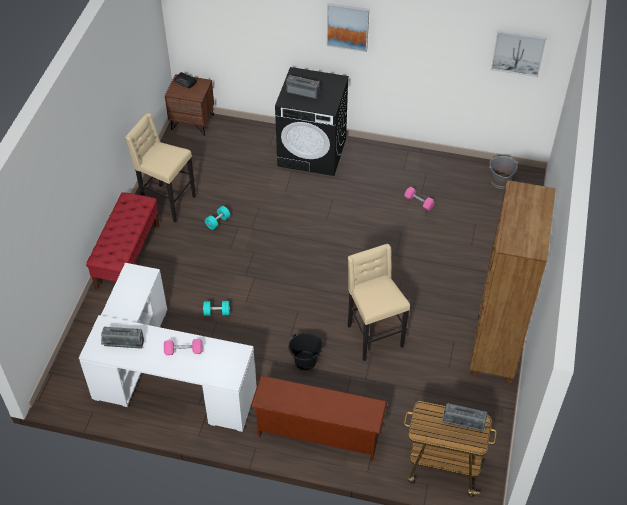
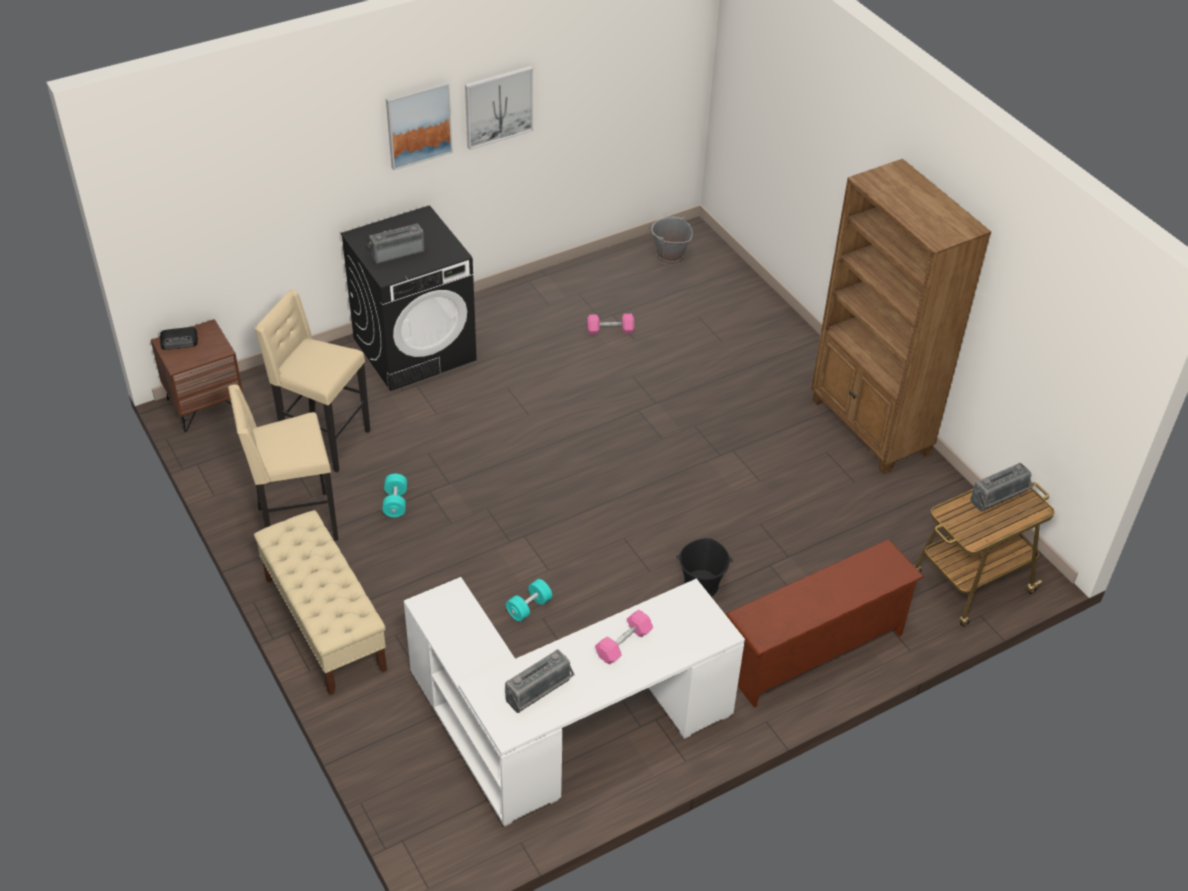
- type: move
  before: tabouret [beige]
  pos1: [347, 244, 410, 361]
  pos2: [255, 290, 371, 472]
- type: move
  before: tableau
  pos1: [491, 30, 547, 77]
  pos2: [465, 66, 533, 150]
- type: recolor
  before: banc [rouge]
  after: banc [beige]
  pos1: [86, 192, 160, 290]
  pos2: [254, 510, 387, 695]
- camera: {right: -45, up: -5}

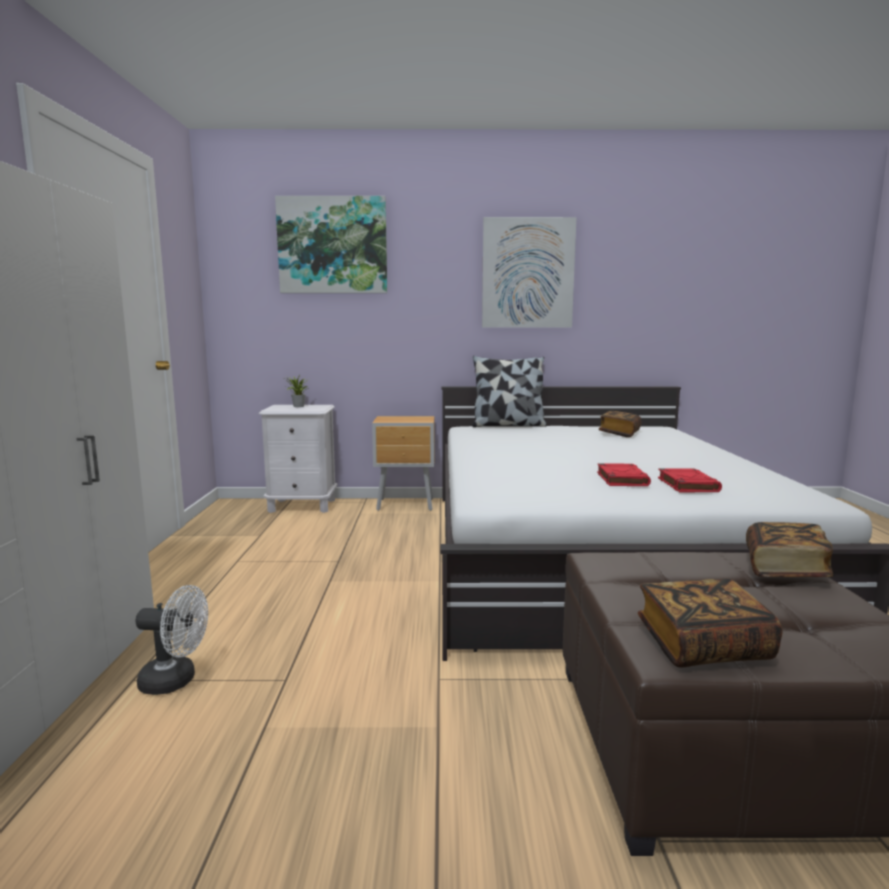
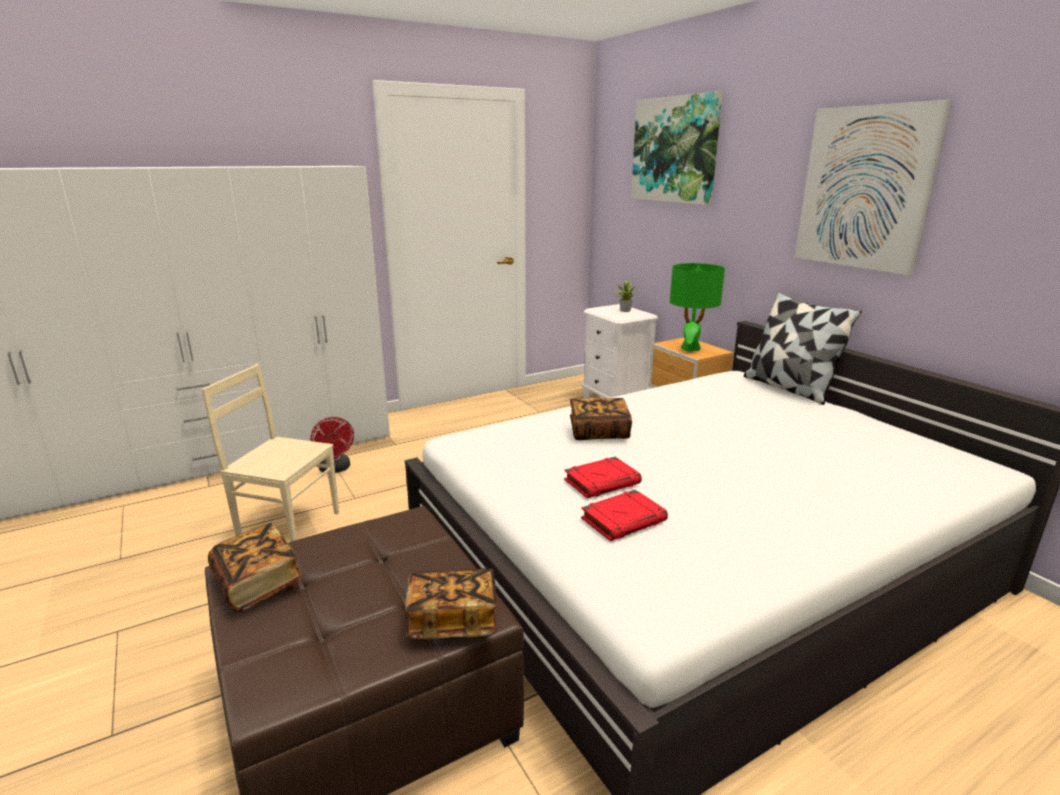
- type: insert
  after: chaise [beige]
  pos2: [202, 364, 339, 541]
- type: insert
  after: lampe de table [vert]
  pos2: [670, 263, 725, 352]
- type: move
  before: livre
  pos1: [599, 411, 641, 437]
  pos2: [570, 398, 632, 440]
- type: recolor
  before: ventilateur [blanc]
  after: ventilateur [rouge]
  pos1: [135, 585, 208, 695]
  pos2: [311, 417, 354, 473]
- camera: {right: 60, up: 10}

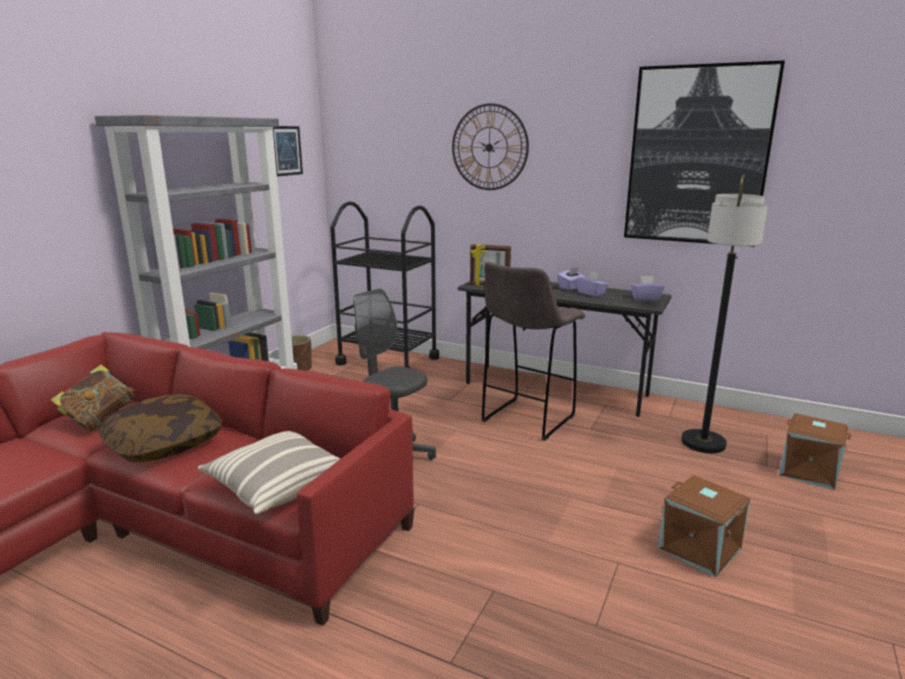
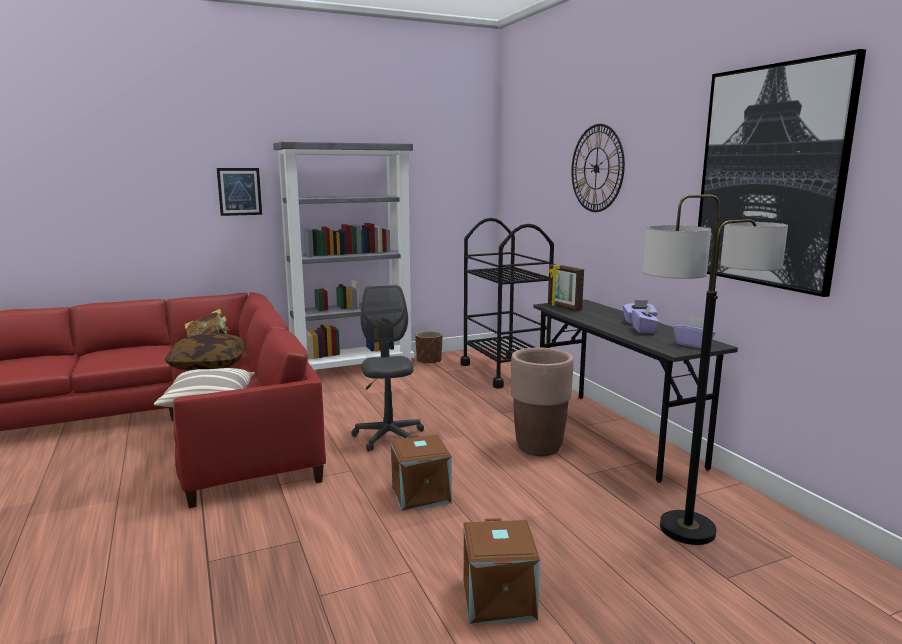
- type: move
  before: tableau
  pos1: [273, 126, 303, 176]
  pos2: [217, 168, 262, 216]
- type: move
  before: boîte de rangement [marron]
  pos1: [779, 413, 851, 490]
  pos2: [391, 435, 452, 511]
- type: replace
  before: tabouret [gris]
  after: cache-pot [marron]
  pos1: [481, 262, 585, 441]
  pos2: [511, 348, 574, 456]
- camera: {right: 40, up: -5}

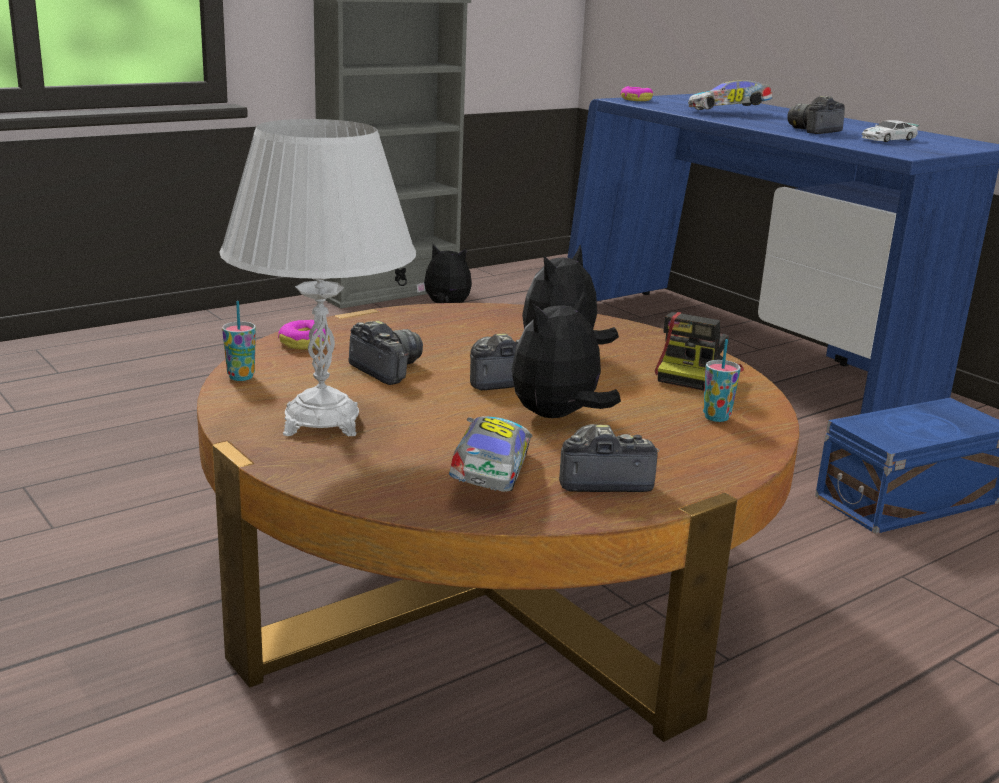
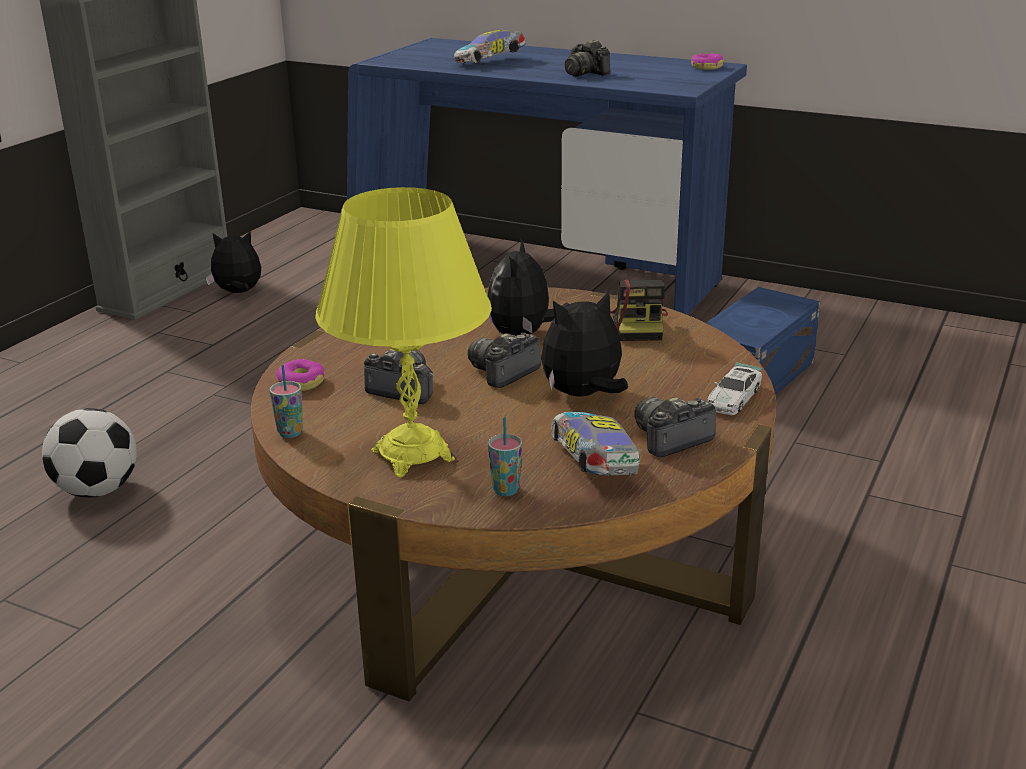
- type: insert
  after: ballon de foot
  pos2: [42, 408, 137, 497]
- type: move
  before: beignet
  pos1: [621, 86, 653, 101]
  pos2: [691, 53, 724, 70]
- type: move
  before: tasse
  pos1: [703, 339, 741, 422]
  pos2: [488, 417, 522, 496]
- type: move
  before: petite voiture
  pos1: [862, 120, 919, 142]
  pos2: [708, 362, 762, 415]
- type: recolor
  before: lampe de table [blanc]
  after: lampe de table [jaune]
  pos1: [220, 119, 416, 437]
  pos2: [315, 187, 492, 477]
- type: rotate
  before: peluche
  pos1: [512, 292, 621, 418]
  pos2: [541, 291, 628, 396]
  turn: 45
- type: rotate
  before: appareil photo
  pos1: [787, 96, 845, 134]
  pos2: [565, 40, 610, 77]
  turn: -60
- camera: {right: -25, up: 5}

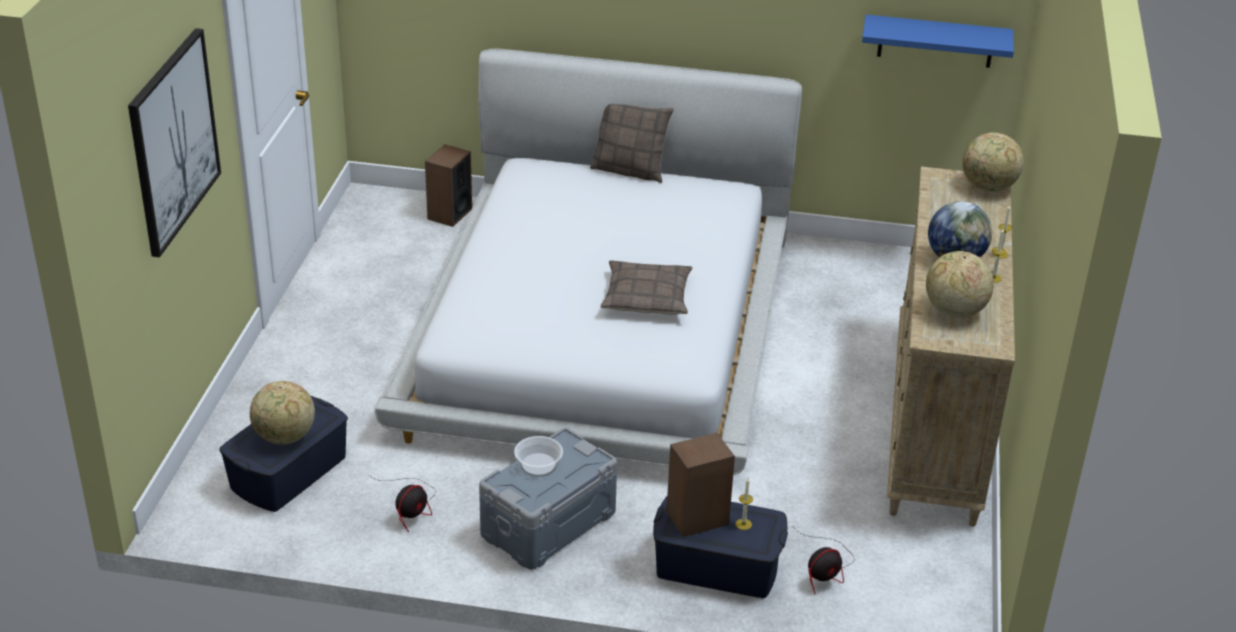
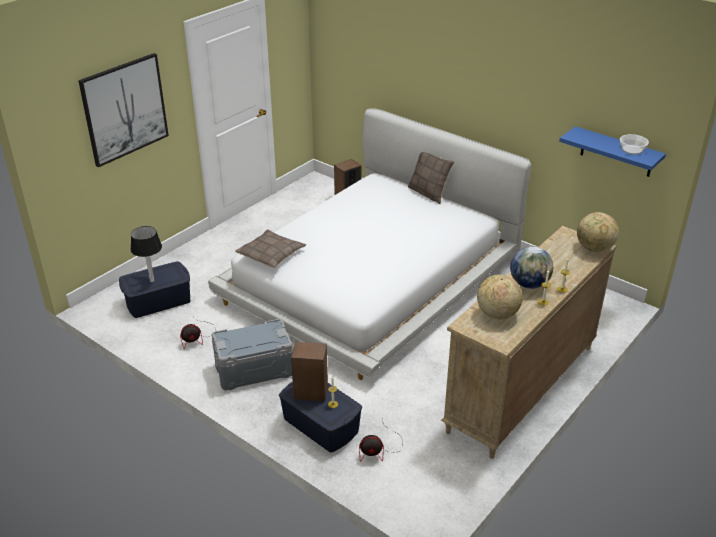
- type: move
  before: bol
  pos1: [514, 436, 563, 477]
  pos2: [620, 134, 649, 155]
- type: move
  before: coussin
  pos1: [601, 260, 692, 315]
  pos2: [235, 229, 306, 268]
- type: replace
  before: globe
  after: lampe de table
  pos1: [250, 381, 315, 445]
  pos2: [131, 226, 162, 282]
- camera: {right: 30, up: 0}

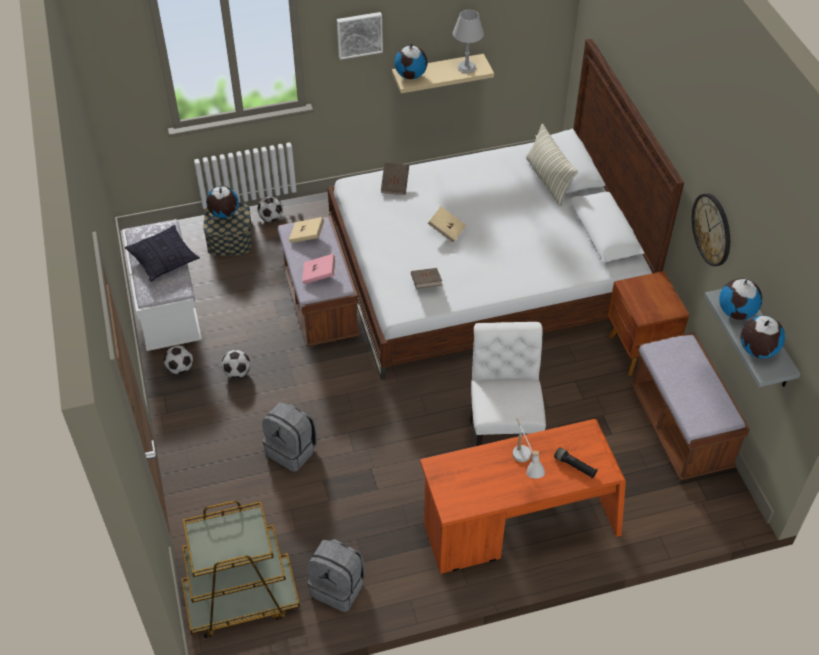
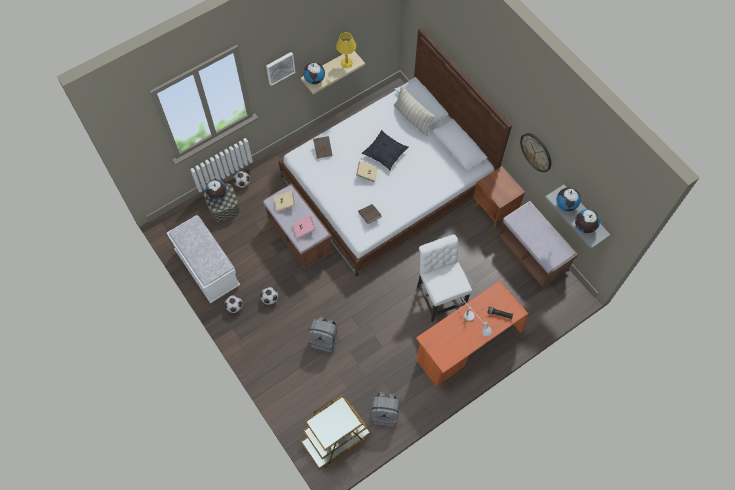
- type: move
  before: coussin
  pos1: [125, 225, 200, 282]
  pos2: [362, 130, 409, 170]
- type: recolor
  before: lampe de table [gris]
  after: lampe de table [jaune]
  pos1: [453, 10, 484, 73]
  pos2: [336, 32, 356, 68]
- camera: {right: -20, up: 15}

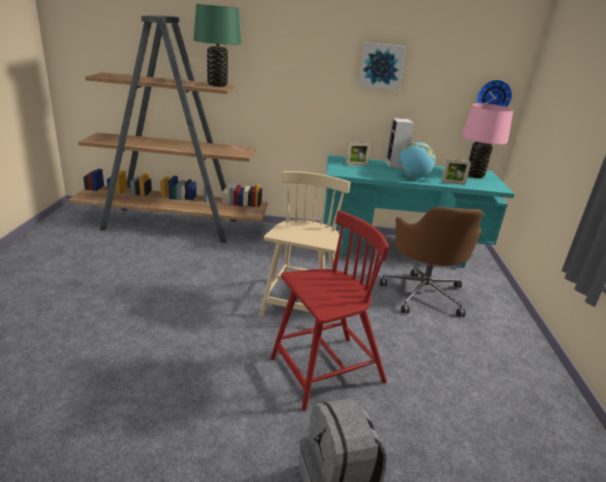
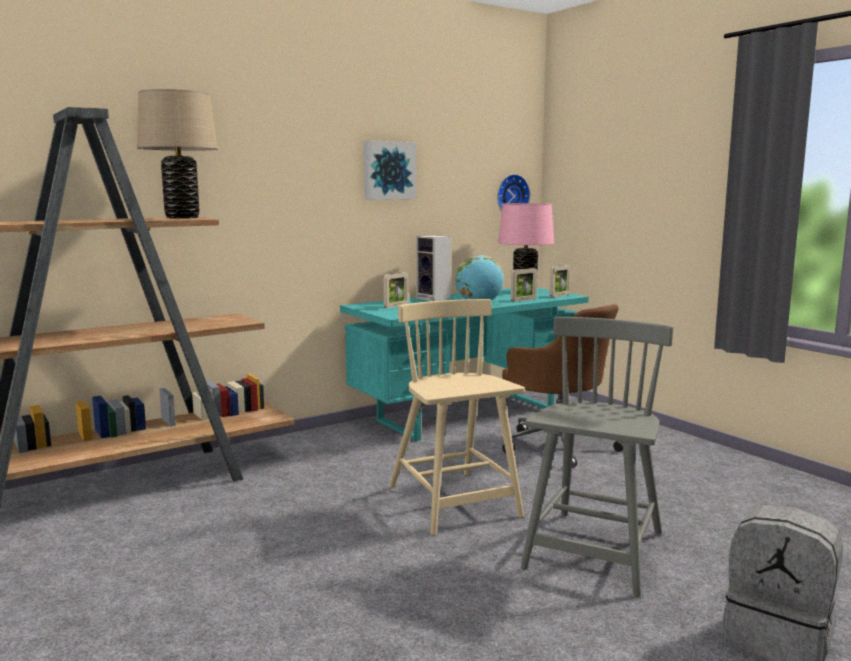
- type: insert
  after: cadre photo
  pos2: [550, 265, 571, 298]
- type: recolor
  before: lampe de table [vert]
  after: lampe de table [beige]
  pos1: [194, 4, 241, 87]
  pos2: [137, 89, 218, 218]
- type: recolor
  before: chaise [rouge]
  after: chaise [gris]
  pos1: [270, 210, 389, 411]
  pos2: [521, 317, 673, 597]
- camera: {right: -35, up: -15}

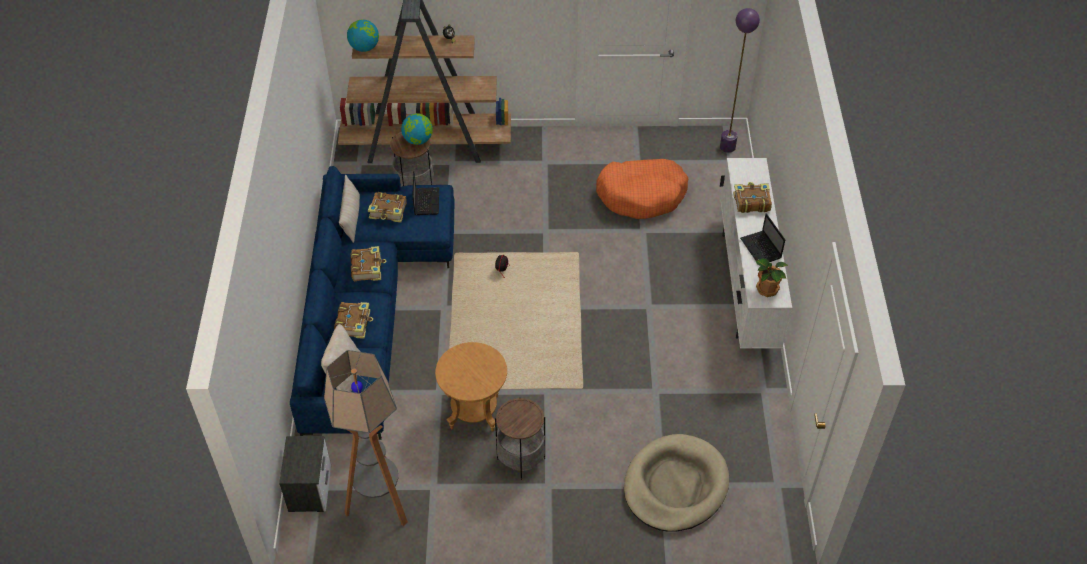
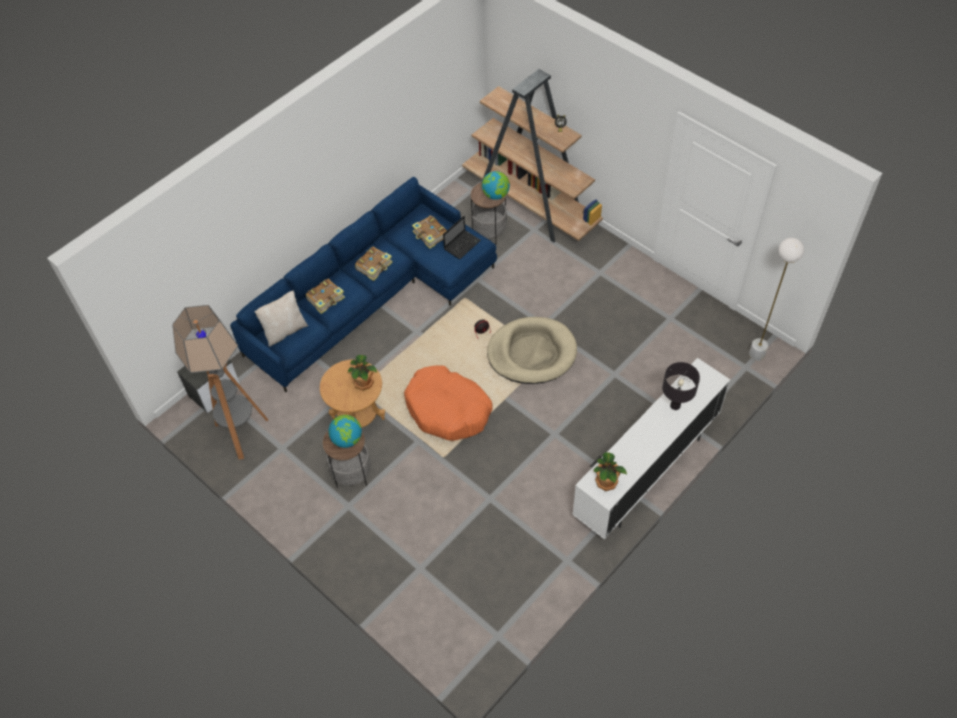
- type: delete
  before: coussin [beige]
  pos1: [339, 175, 360, 243]
- type: delete
  before: ordinateur portable
  pos1: [740, 213, 785, 262]
- type: insert
  after: plante en pot
  pos2: [348, 355, 377, 391]
- type: move
  before: globe
  pos1: [347, 19, 379, 52]
  pos2: [328, 415, 362, 448]
- type: move
  before: panier pour chien [orange]
  pos1: [596, 159, 688, 219]
  pos2: [404, 366, 492, 441]
- type: move
  before: panier pour chien [beige]
  pos1: [624, 434, 729, 532]
  pos2: [487, 317, 577, 384]
- type: replace
  before: livre
  after: lampe de table [noir]
  pos1: [733, 182, 772, 213]
  pos2: [662, 362, 700, 410]
- type: recolor
  before: lampadaire [violet]
  after: lampadaire [blanc]
  pos1: [720, 8, 760, 153]
  pos2: [749, 238, 804, 361]
- camera: {right: 45, up: 5}

